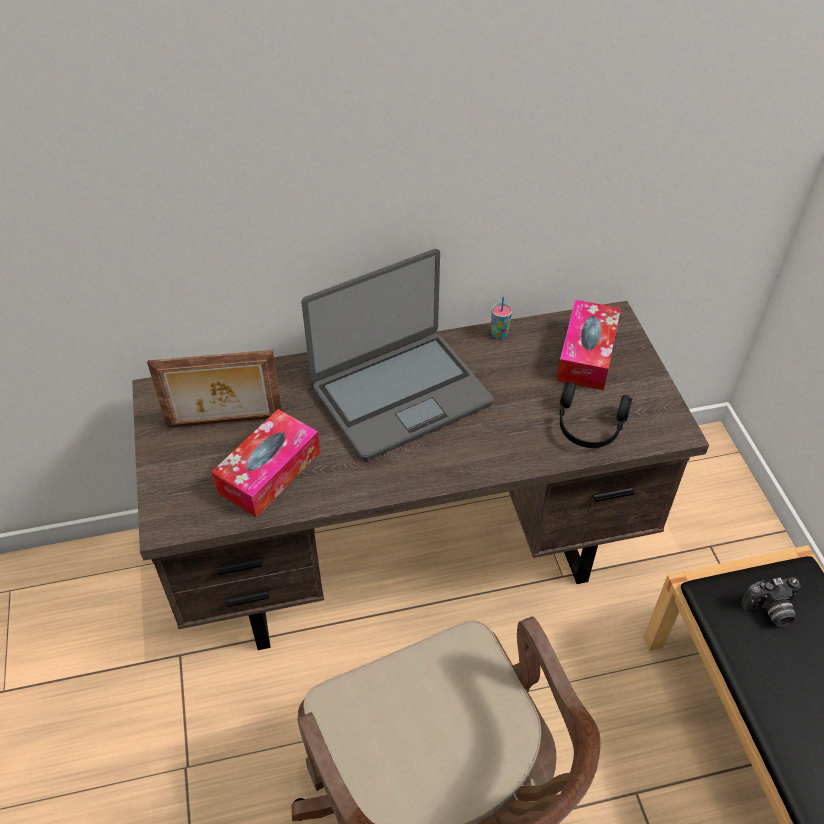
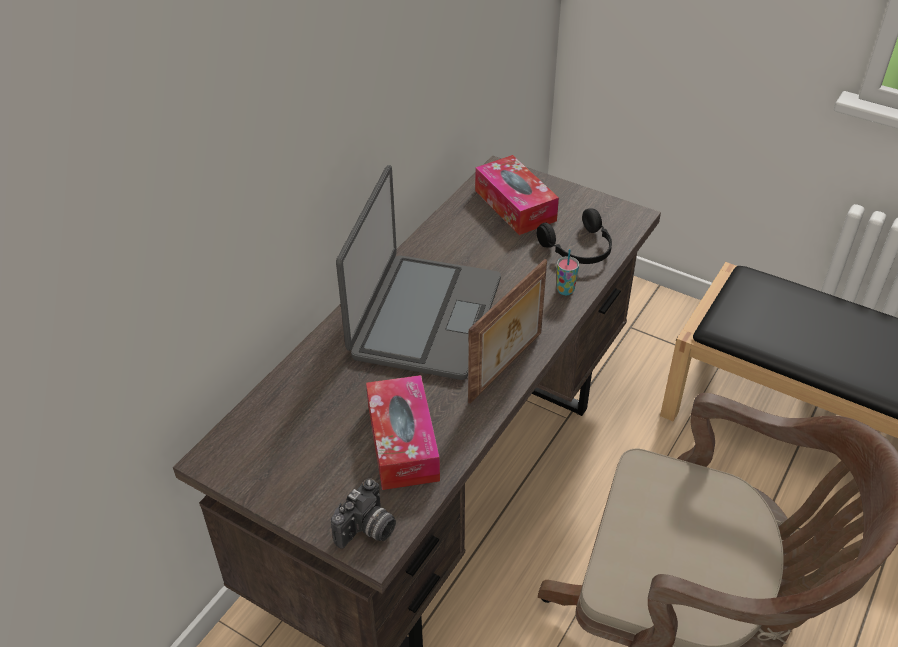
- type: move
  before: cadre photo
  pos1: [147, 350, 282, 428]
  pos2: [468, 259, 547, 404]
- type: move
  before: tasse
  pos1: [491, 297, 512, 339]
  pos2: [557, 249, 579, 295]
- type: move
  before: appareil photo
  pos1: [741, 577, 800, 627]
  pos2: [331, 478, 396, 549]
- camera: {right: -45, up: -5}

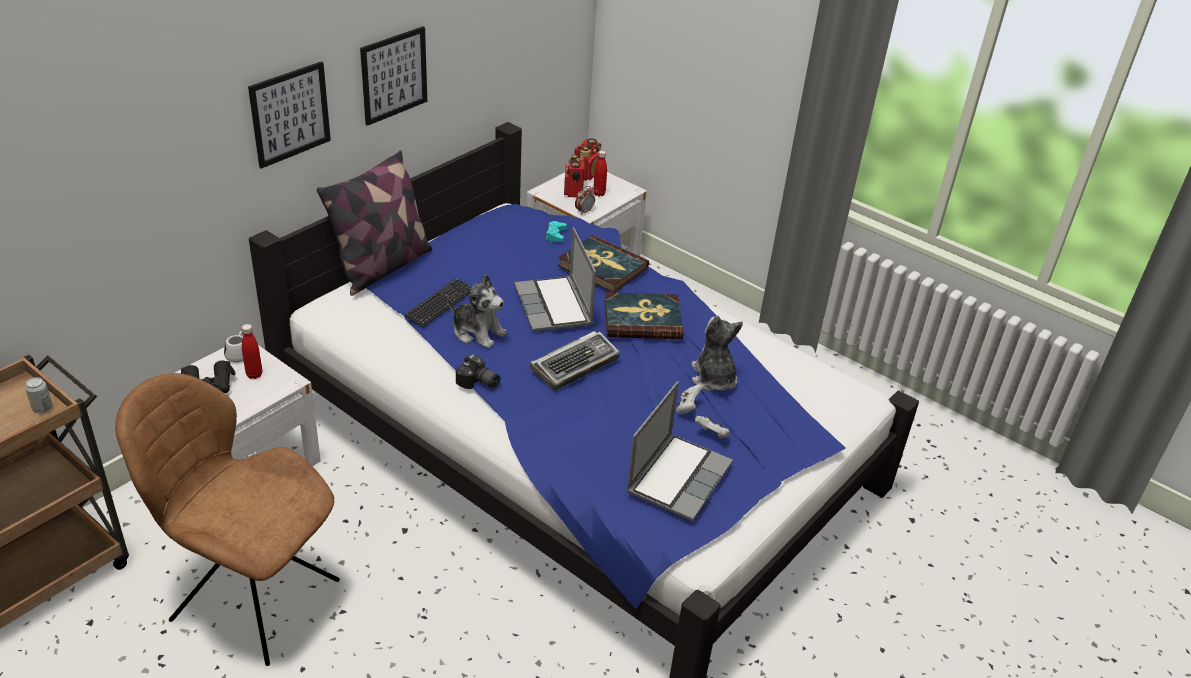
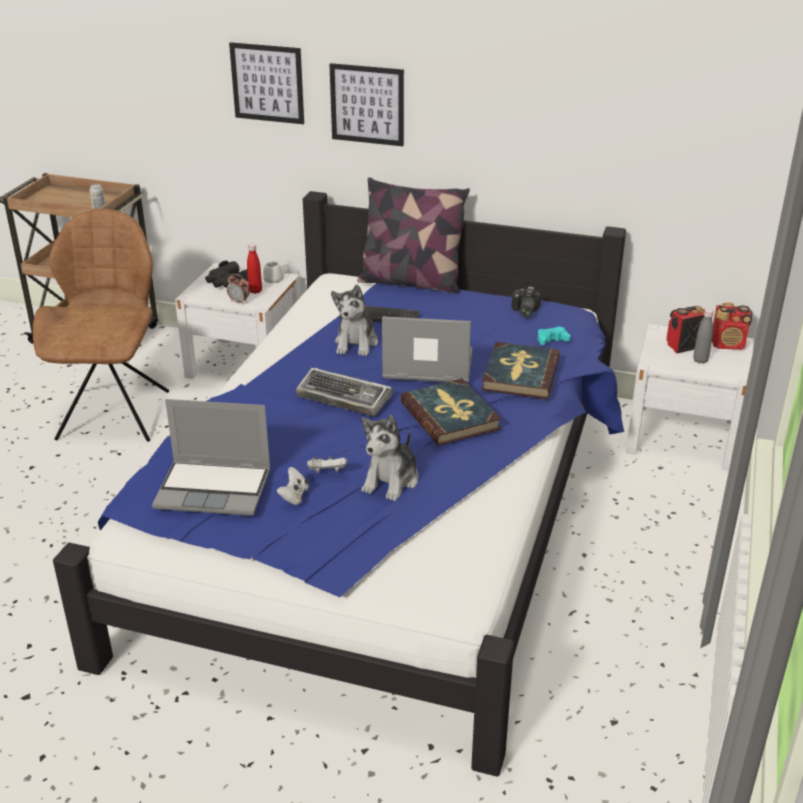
- type: move
  before: tableau
  pos1: [360, 26, 427, 126]
  pos2: [229, 42, 304, 124]
- type: move
  before: appareil photo
  pos1: [456, 354, 501, 389]
  pos2: [512, 286, 541, 318]
- type: move
  before: réveil
  pos1: [575, 186, 595, 215]
  pos2: [227, 274, 250, 304]
- type: recolor
  before: bouteille [rouge]
  after: bouteille [gris]
  pos1: [593, 151, 607, 196]
  pos2: [693, 309, 714, 364]
- type: rotate
  before: ordinateur portable
  pos1: [514, 227, 596, 332]
  pos2: [382, 316, 472, 383]
  turn: 45
- type: rotate
  before: peluche
  pos1: [692, 316, 743, 391]
  pos2: [361, 415, 419, 501]
  turn: 150
- camera: {right: 70, up: -5}

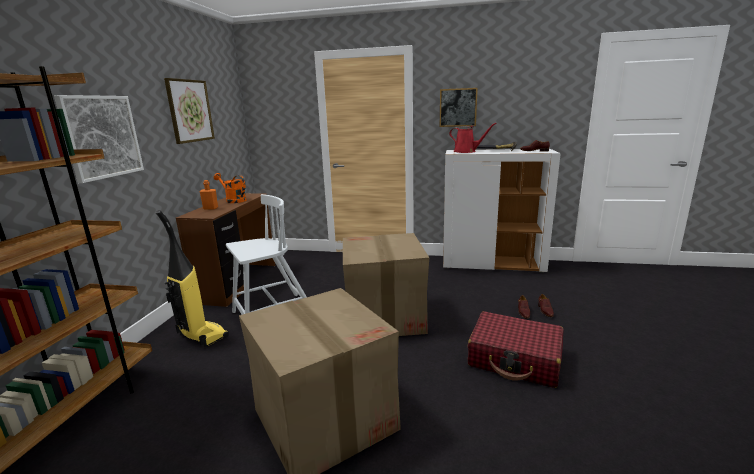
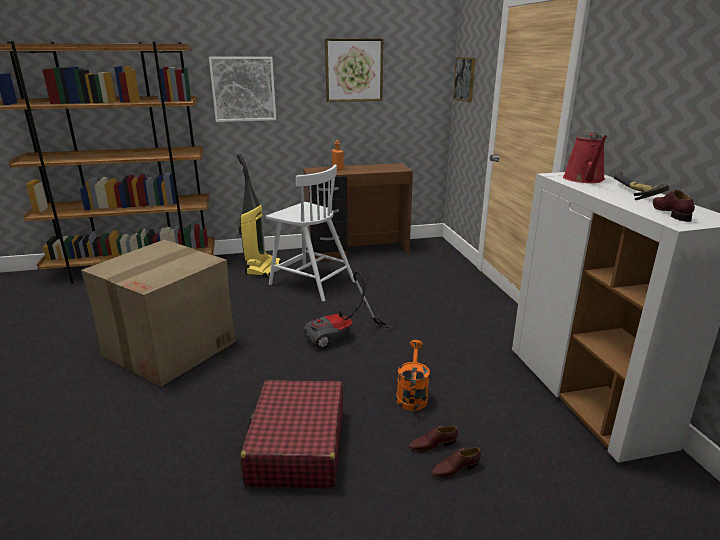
- type: move
  before: arrosoir [orange]
  pos1: [214, 173, 246, 203]
  pos2: [396, 340, 430, 411]
- type: move
  before: tableau
  pos1: [440, 88, 478, 127]
  pos2: [453, 57, 476, 103]
- type: replace
  before: carton
  after: aspirateur
  pos1: [343, 233, 429, 336]
  pos2: [304, 271, 394, 349]
- camera: {right: 65, up: 5}

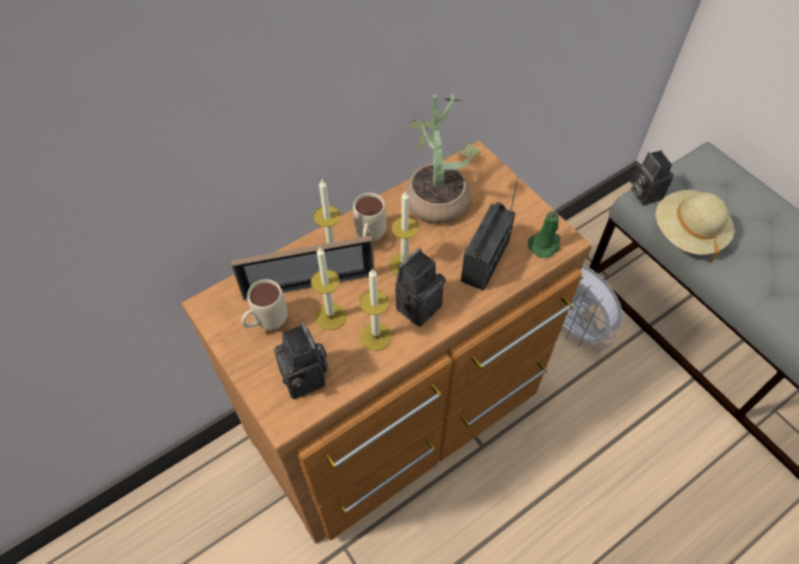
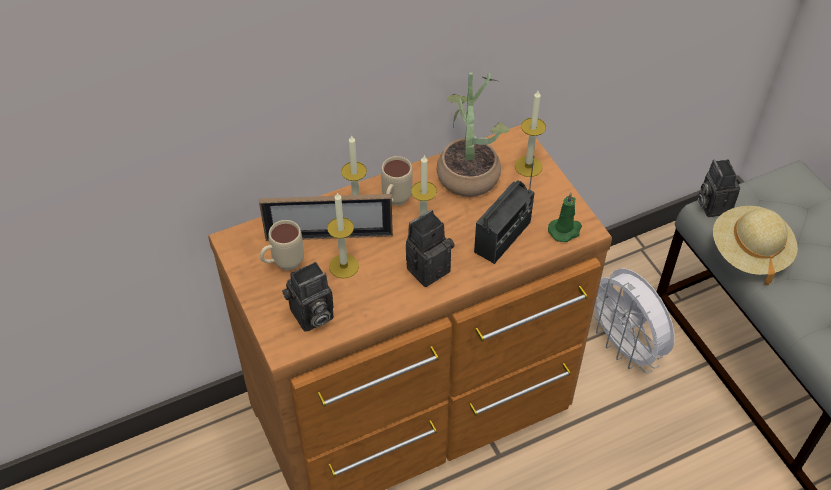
- type: move
  before: bougie
  pos1: [359, 268, 392, 351]
  pos2: [515, 91, 546, 177]
- type: rotate
  before: appareil photo
  pos1: [274, 322, 329, 399]
  pos2: [282, 262, 334, 332]
  turn: 75
- camera: {right: 10, up: -5}

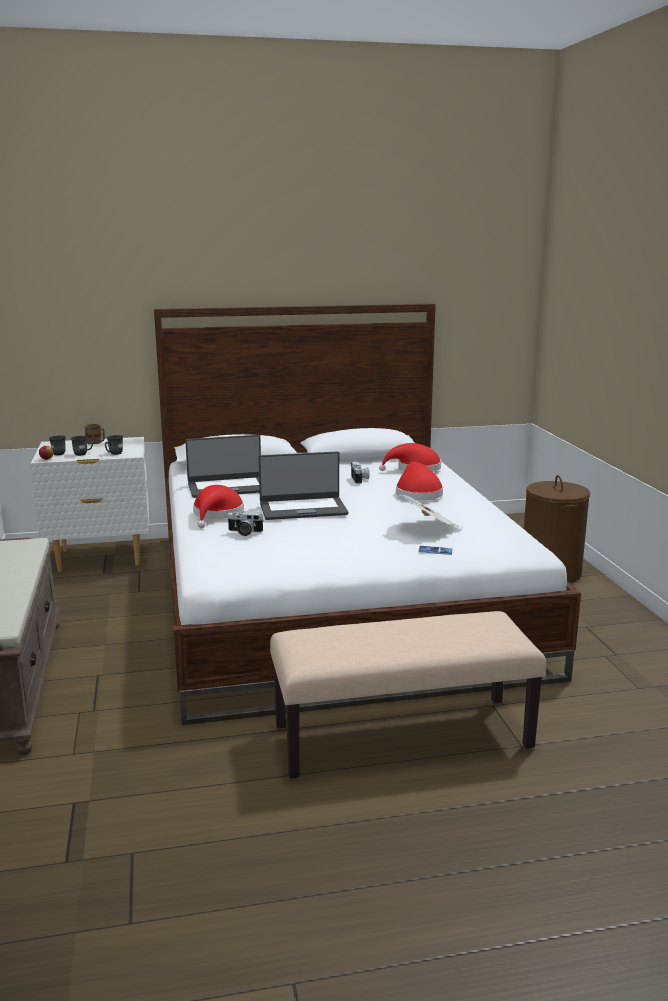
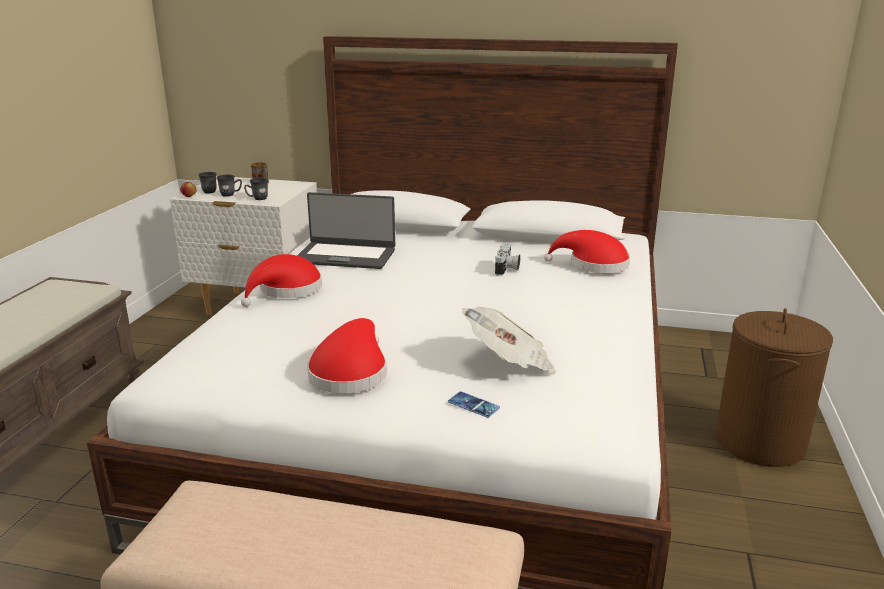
- type: delete
  before: appareil photo
  pos1: [228, 512, 263, 536]
- type: delete
  before: ordinateur portable
  pos1: [259, 451, 348, 520]
- type: move
  before: chapeau [rouge]
  pos1: [396, 462, 443, 500]
  pos2: [307, 318, 387, 393]
- camera: {right: 25, up: 5}

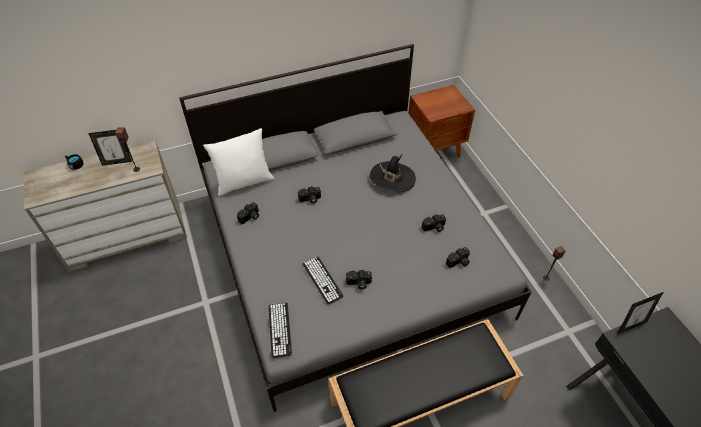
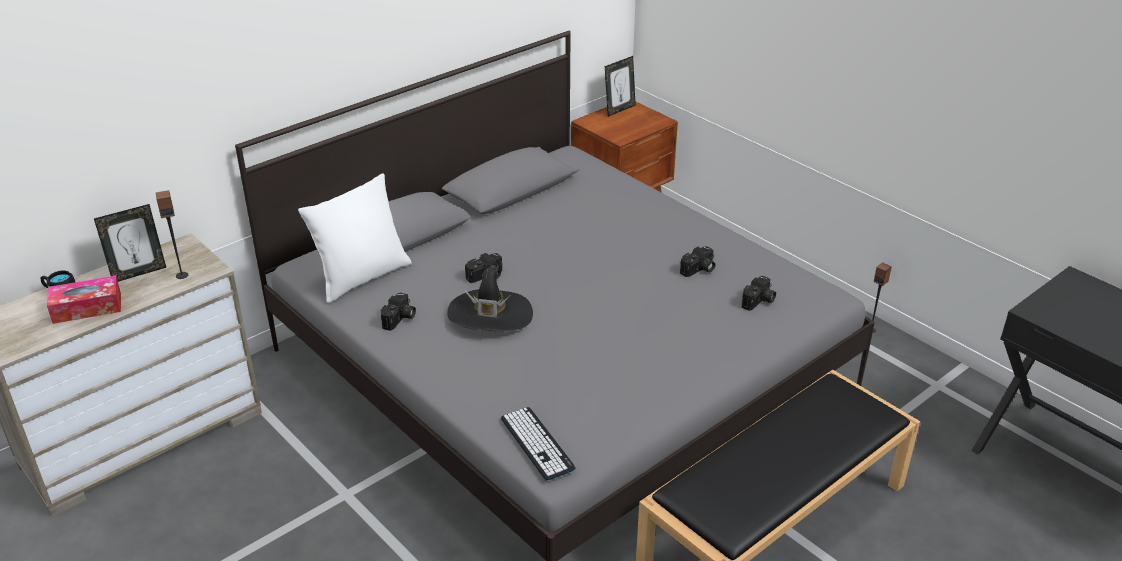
- type: delete
  before: clavier
  pos1: [303, 257, 344, 304]
- type: delete
  before: appareil photo
  pos1: [346, 270, 372, 290]
- type: insert
  after: boîte à mouchoirs
  pos2: [47, 276, 121, 324]
- type: move
  before: chapeau [noir]
  pos1: [370, 153, 416, 192]
  pos2: [447, 266, 533, 332]
- type: move
  before: cadre photo
  pos1: [618, 292, 663, 334]
  pos2: [605, 56, 636, 117]
- camera: {right: -20, up: -15}

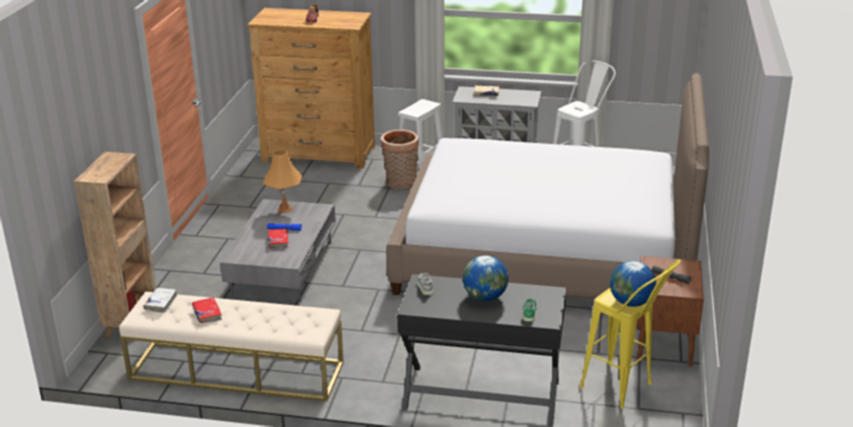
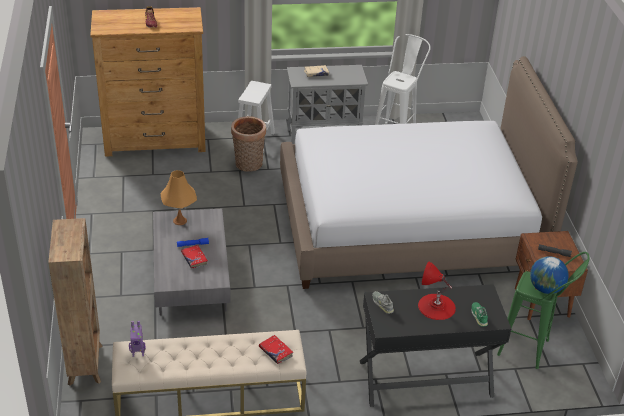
- type: move
  before: livre [rouge]
  pos1: [192, 297, 222, 323]
  pos2: [259, 335, 294, 364]
- type: replace
  before: livre [blanc]
  after: robot jouet
  pos1: [143, 288, 178, 313]
  pos2: [129, 321, 146, 357]
- type: replace
  before: globe
  after: lampe de table [rouge]
  pos1: [463, 255, 509, 301]
  pos2: [418, 261, 456, 320]
- type: recolor
  before: tabouret [jaune]
  after: tabouret [vert]
  pos1: [580, 260, 681, 408]
  pos2: [497, 252, 590, 369]
- camera: {right: -20, up: 10}

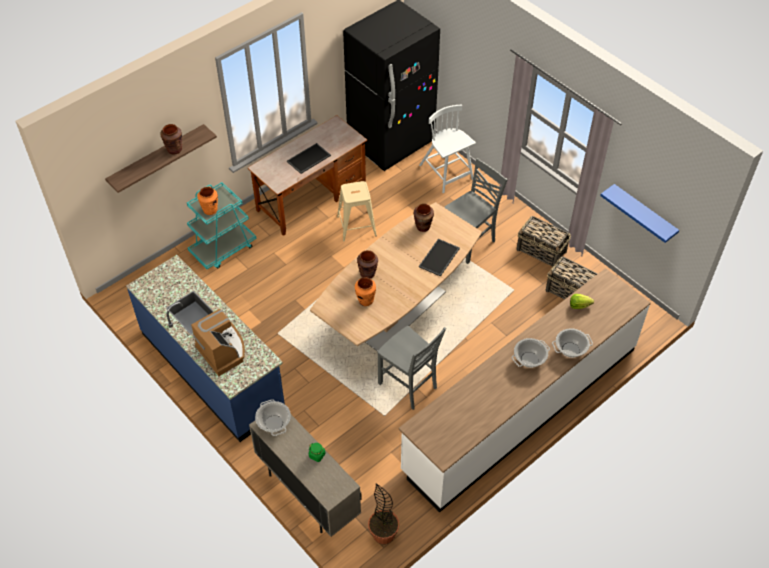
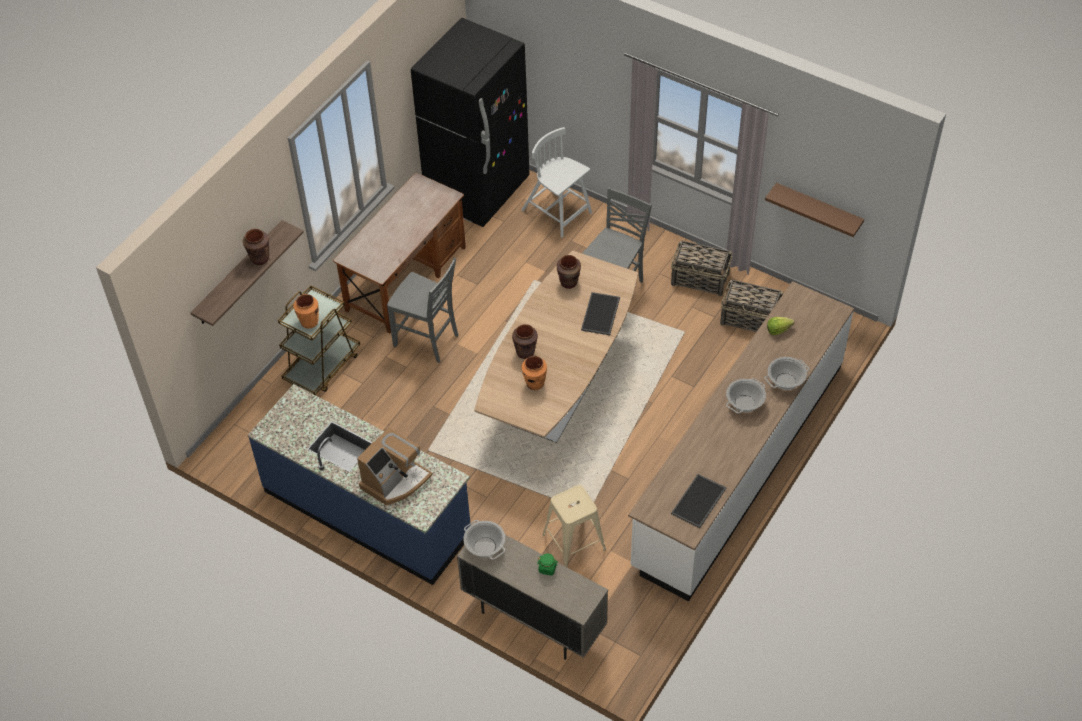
- type: delete
  before: plante en pot
  pos1: [368, 484, 399, 544]
- type: move
  before: plateau
  pos1: [287, 143, 331, 174]
  pos2: [671, 474, 726, 528]
- type: move
  before: tabouret [beige]
  pos1: [337, 181, 377, 242]
  pos2: [542, 485, 606, 567]
- type: move
  before: chaise [gris]
  pos1: [377, 326, 446, 410]
  pos2: [387, 257, 458, 363]
- type: recolor
  before: chariot [turquoise]
  after: chariot [marron]
  pos1: [187, 182, 256, 269]
  pos2: [278, 285, 360, 395]
- type: recolor
  before: étagère [bleu]
  after: étagère [marron]
  pos1: [600, 184, 679, 243]
  pos2: [765, 183, 864, 237]
- type: rotate
  before: machine à café
  pos1: [191, 309, 245, 376]
  pos2: [357, 427, 433, 505]
  turn: 90
- camera: {right: -15, up: 0}

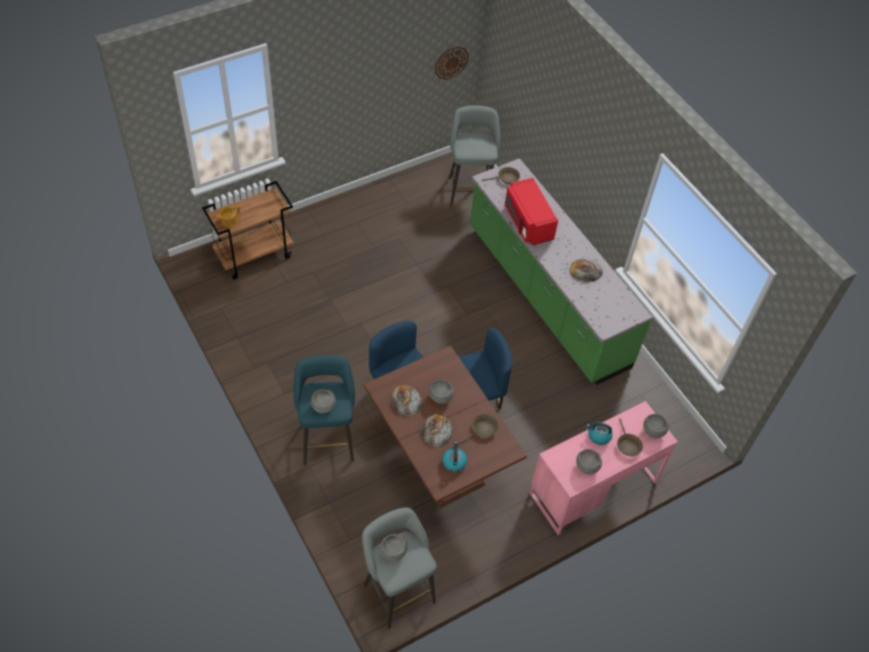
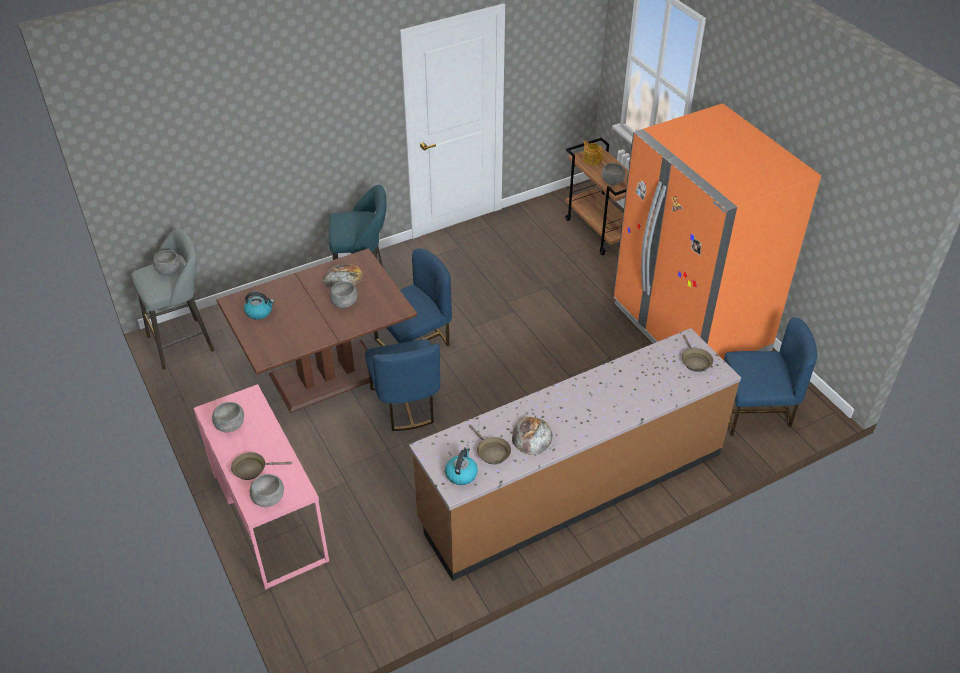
- type: delete
  before: pain
  pos1: [421, 415, 453, 448]
- type: delete
  before: horloge murale
  pos1: [435, 46, 469, 80]
- type: delete
  before: micro-ondes [rouge]
  pos1: [505, 178, 558, 245]
- type: insert
  after: réfrigérateur [orange]
  pos2: [613, 103, 821, 360]
- type: move
  before: bol [gris]
  pos1: [311, 389, 336, 413]
  pos2: [601, 163, 626, 185]
- type: move
  before: poêle [marron]
  pos1: [458, 414, 499, 444]
  pos2: [469, 425, 511, 465]
- type: move
  before: bouilloire
  pos1: [586, 422, 613, 445]
  pos2: [445, 447, 478, 485]
- type: replace
  before: tabouret [gris]
  after: chaise [bleu]
  pos1: [449, 105, 500, 207]
  pos2: [724, 318, 817, 436]
- type: recolor
  before: comptoir de cuisine [vert]
  after: comptoir de cuisine [marron]
  pos1: [470, 158, 653, 385]
  pos2: [409, 328, 741, 581]
- camera: {right: 95, up: -10}

